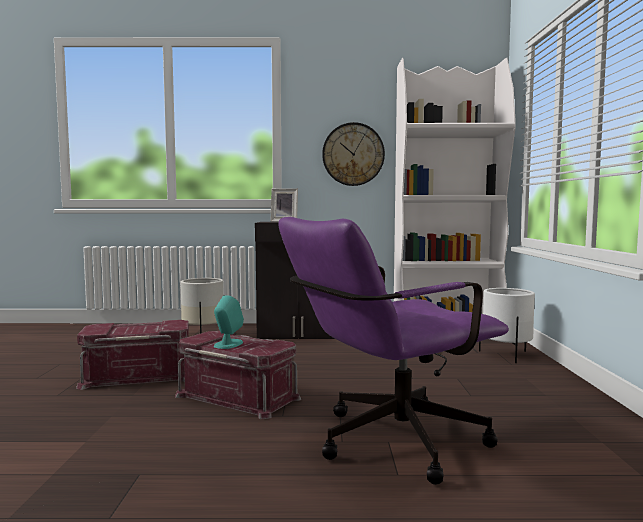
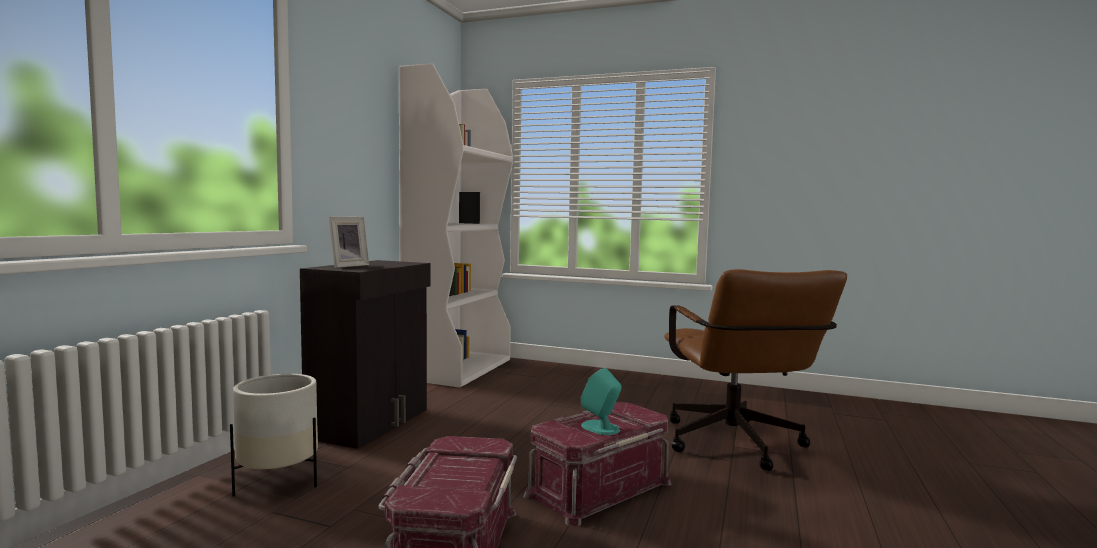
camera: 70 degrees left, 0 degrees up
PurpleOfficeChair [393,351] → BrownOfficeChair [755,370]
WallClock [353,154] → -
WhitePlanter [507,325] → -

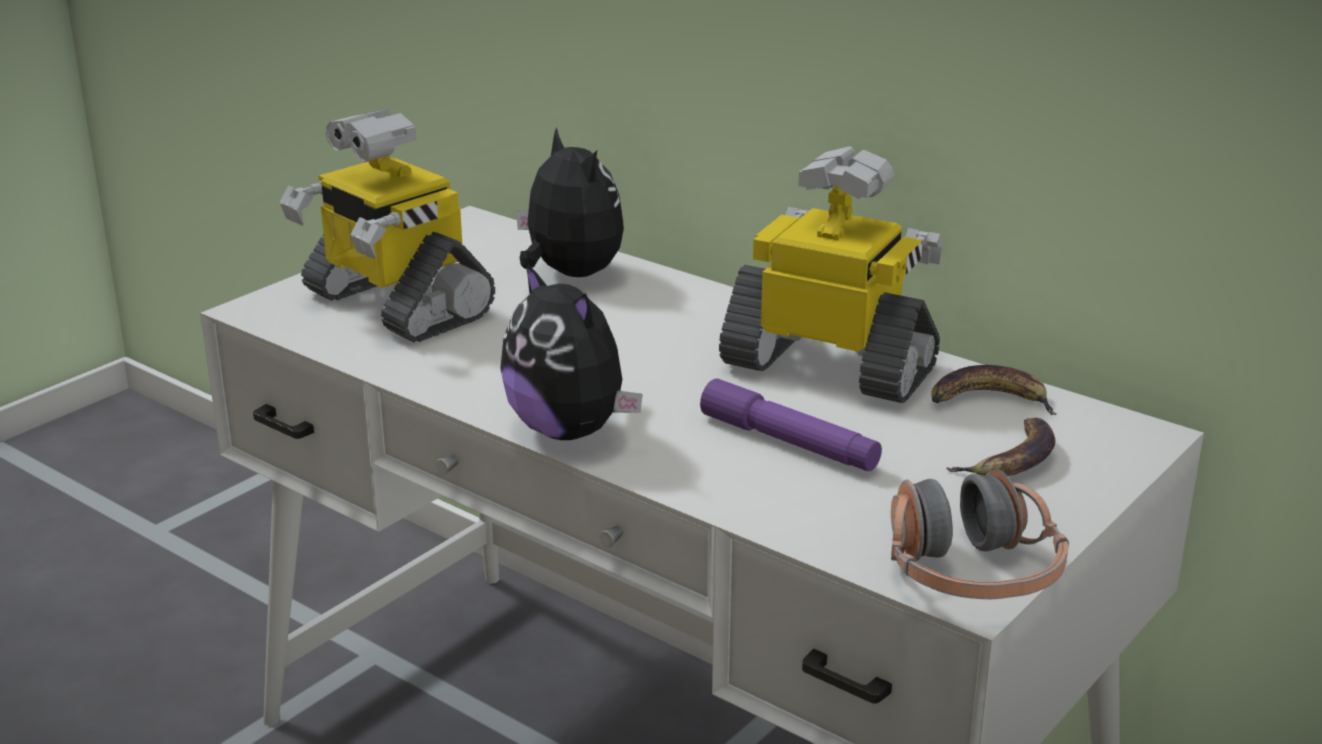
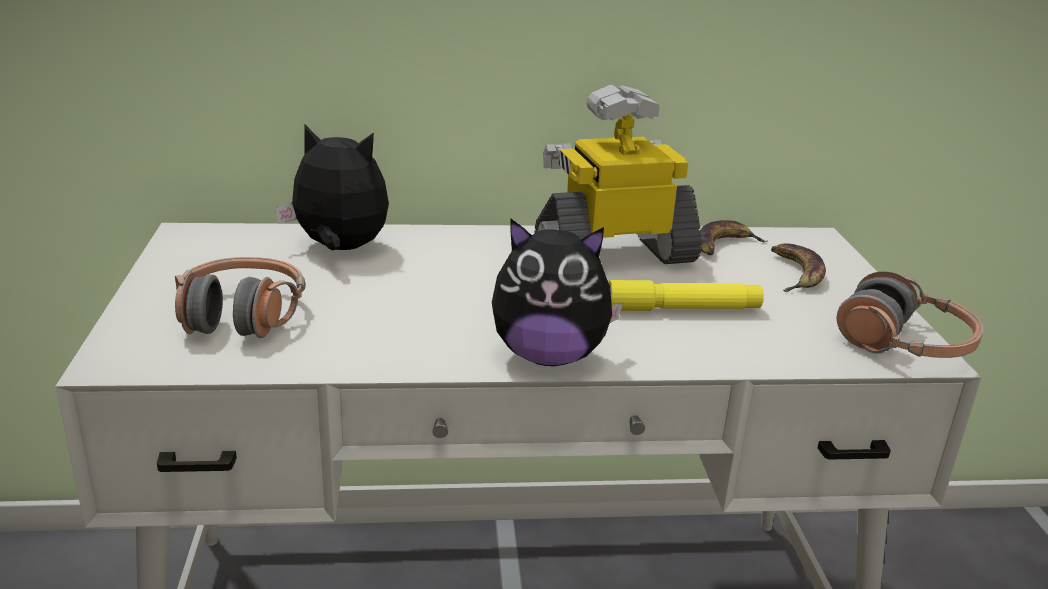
camera: 45 degrees left, 0 degrees up
ToyRobot [387,226] → Headphones [240,297]
PurpleFlashlight [791,425] → YellowFlashlight [686,295]

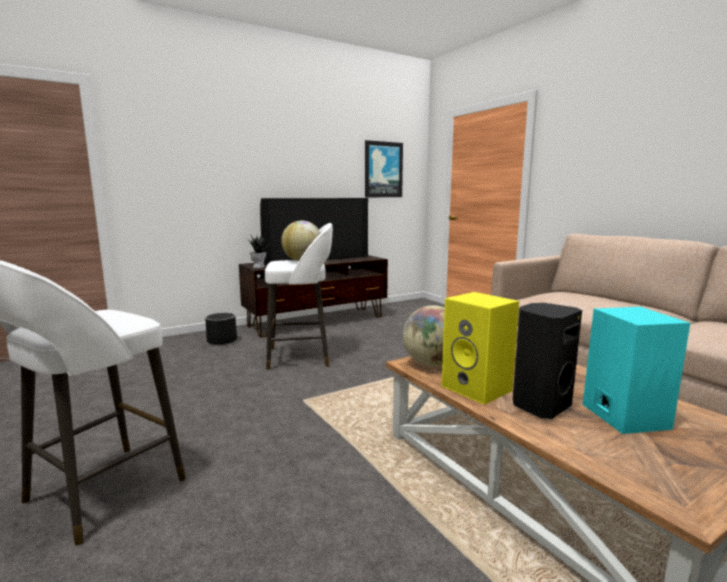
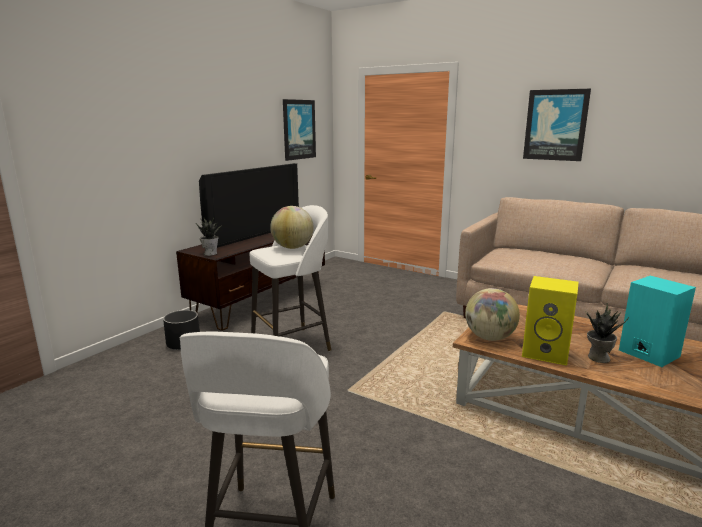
camera: 25 degrees left, 5 degrees up
- → Picture [557,125]
BlackSpeaker [547,361] → PottedPlant [607,333]

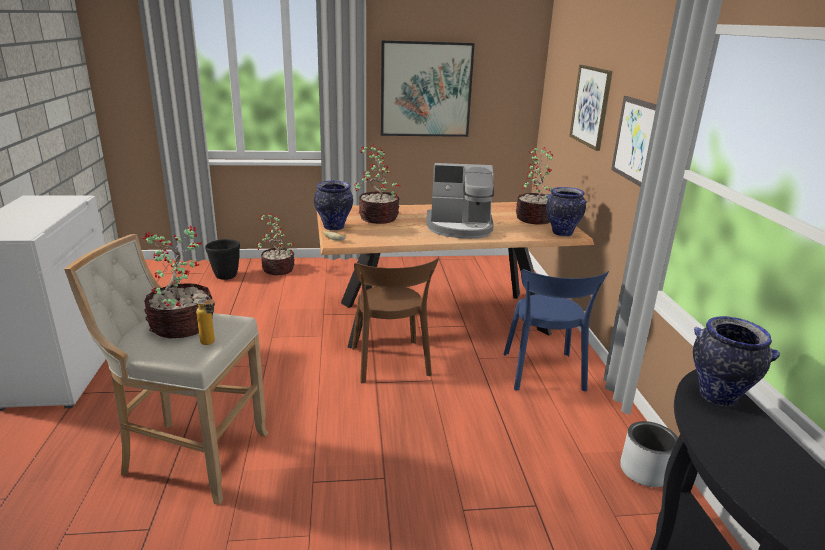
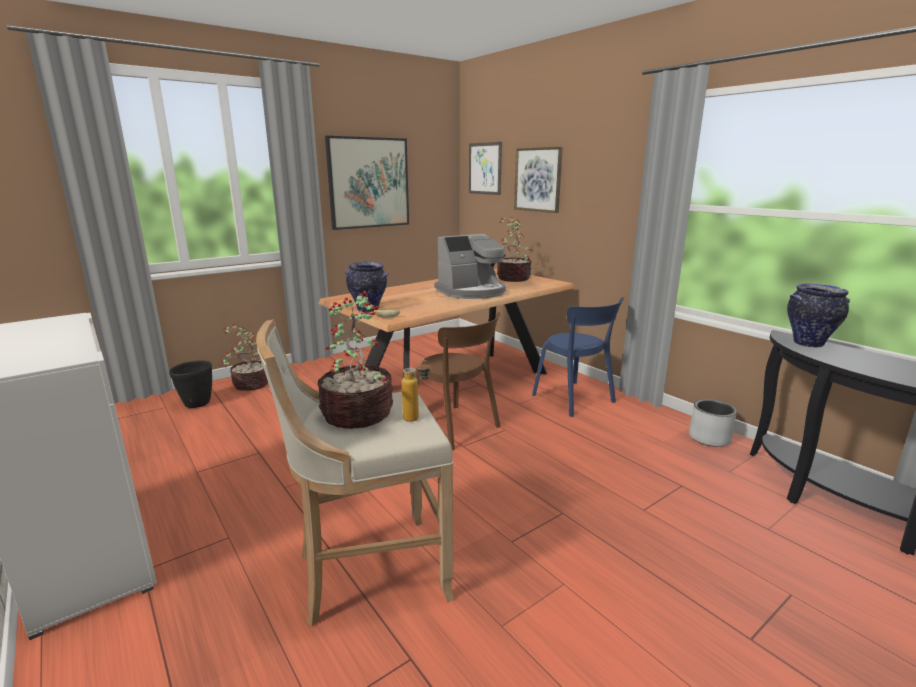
camera: 30 degrees left, 5 degrees down
Picture [633,141] → Picture [485,168], moved
PottedPlant [377,184] → -
Vase [566,212] → -

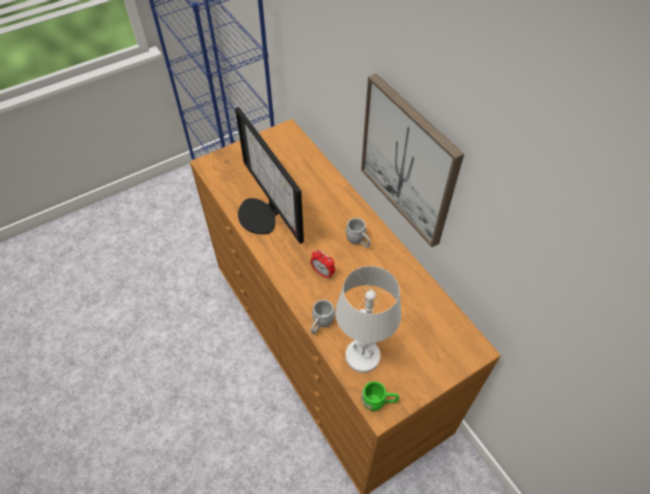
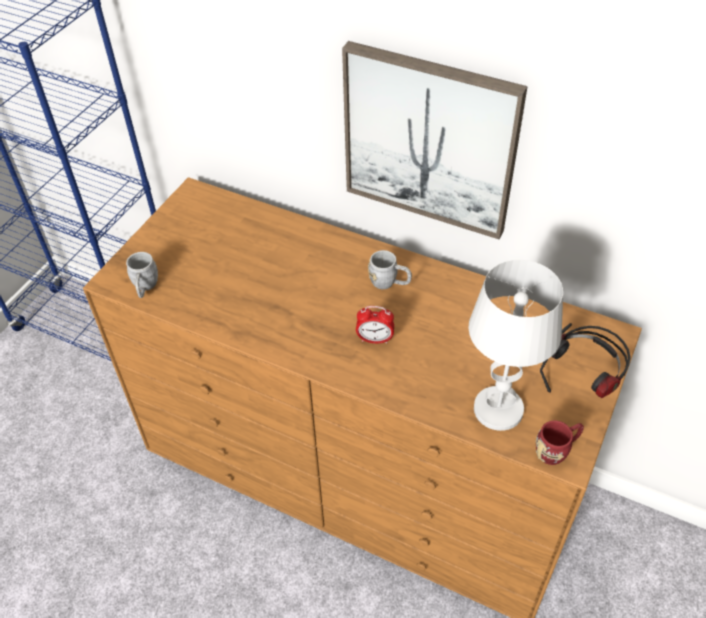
camera: 30 degrees left, 5 degrees down
GreyMug [323,317] → GreyMug [142,275], moved
GreenMug [380,396] → RedMug [560,442]
- → Headphones [585,360]
Monitor [269,175] → -

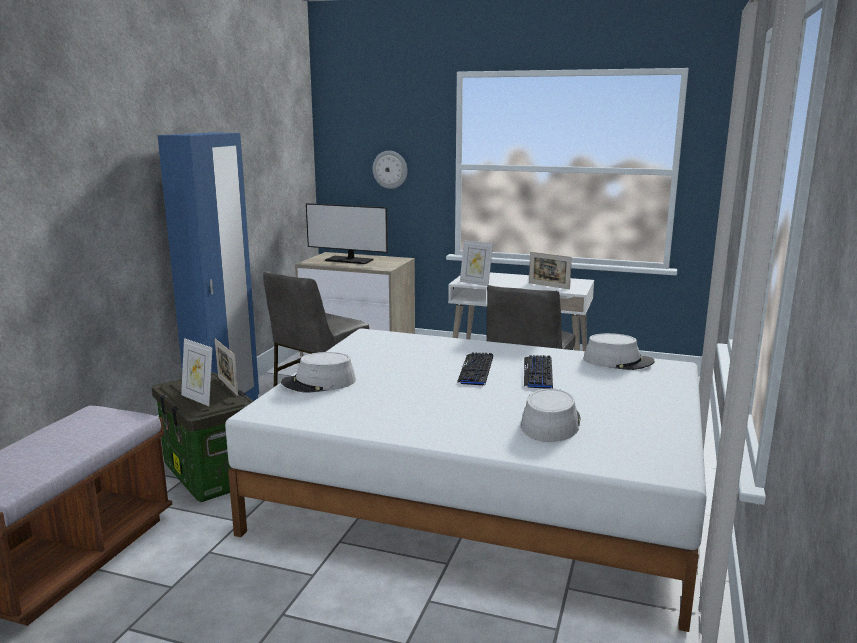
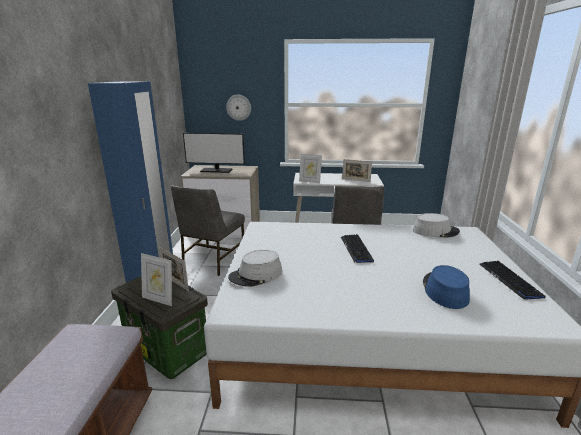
camera: 15 degrees left, 5 degrees up
GreyHat [551,415] → BlueHat [446,287]
Keyboard [538,372] → Keyboard [512,280], moved

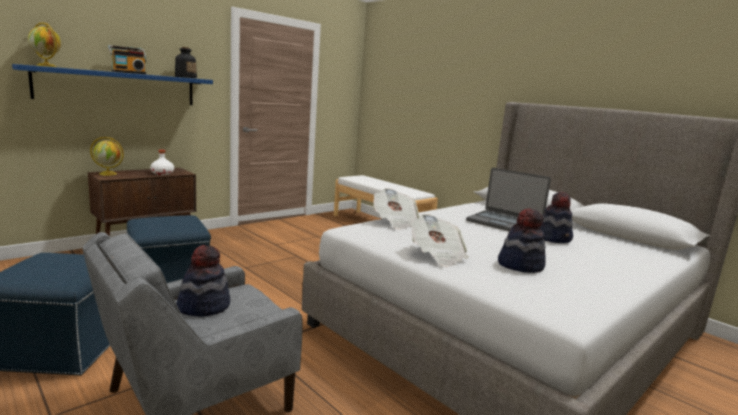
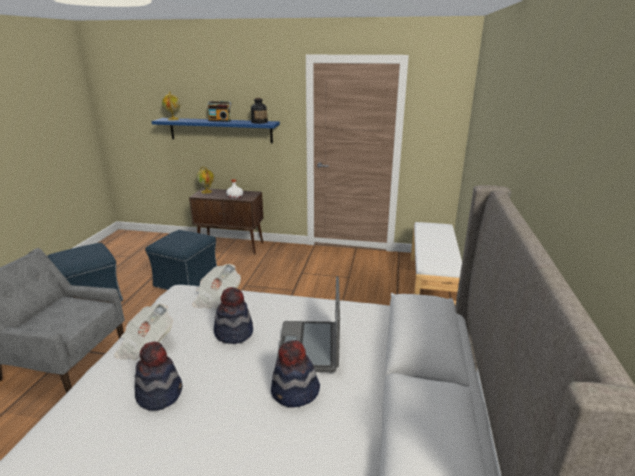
camera: 55 degrees right, 10 degrees up
Hat [203,281] → Hat [233,315], moved

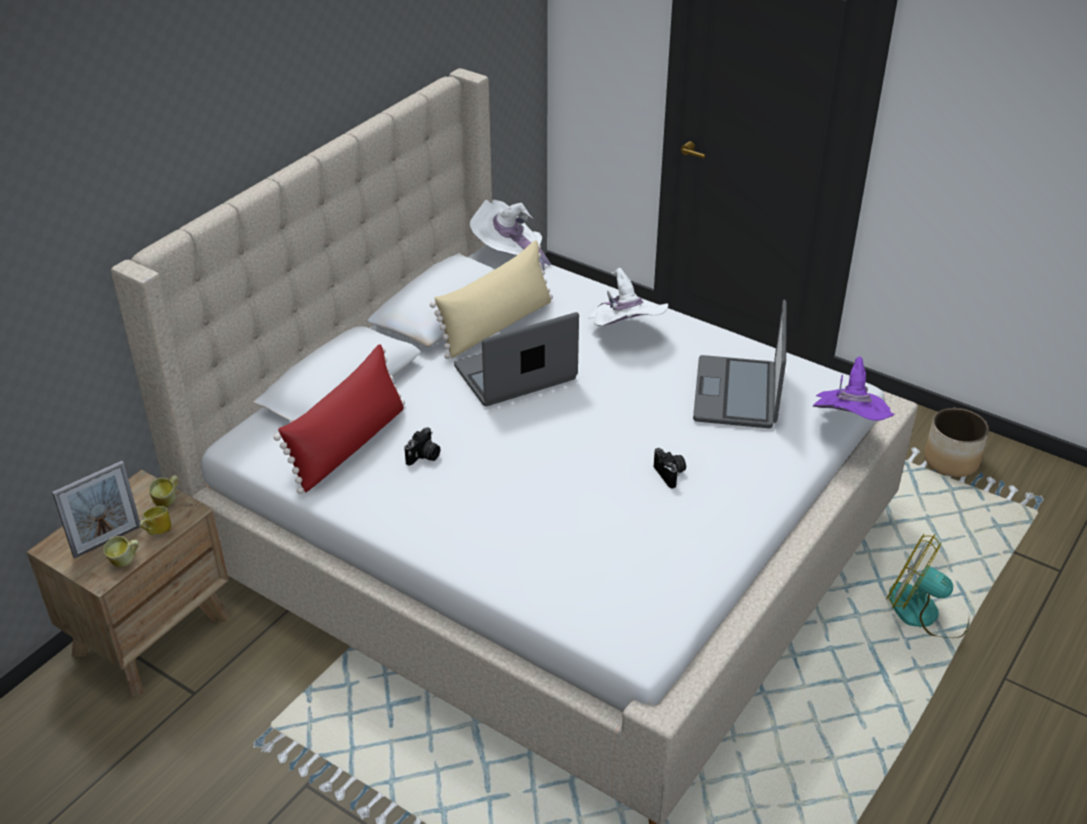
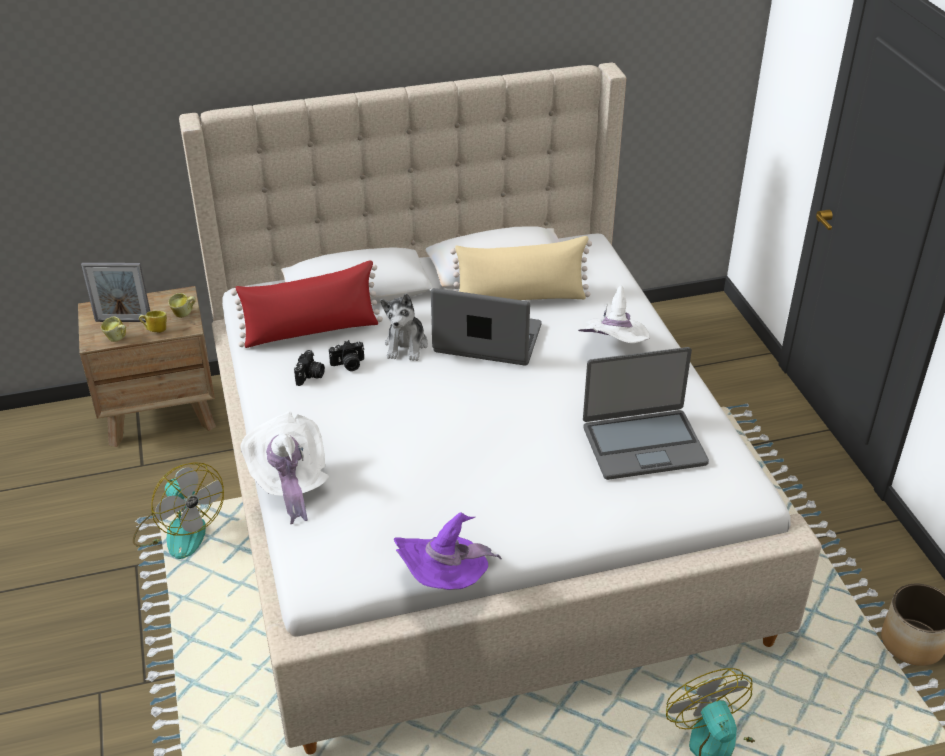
camera: 40 degrees right, 0 degrees up
- → Fan [178,510]
WhiteHat [510,235] → WhiteHat [284,467], moved
PhotoCamera [670,468] → PhotoCamera [309,368], moved
- → PlushToy [404,327]
PurpleHat [853,388] → PurpleHat [448,551], moved
Laptop [740,363] → Laptop [646,413], 150 degrees counterclockwise

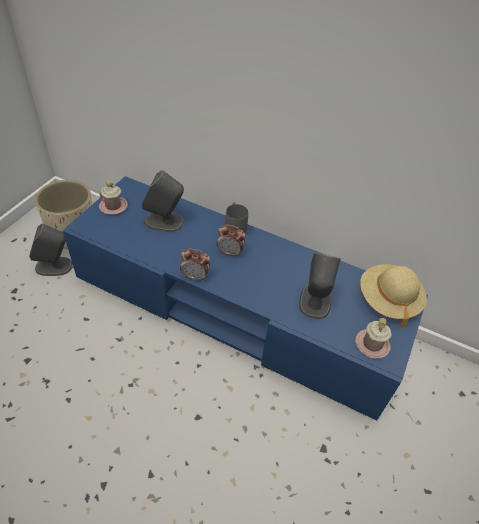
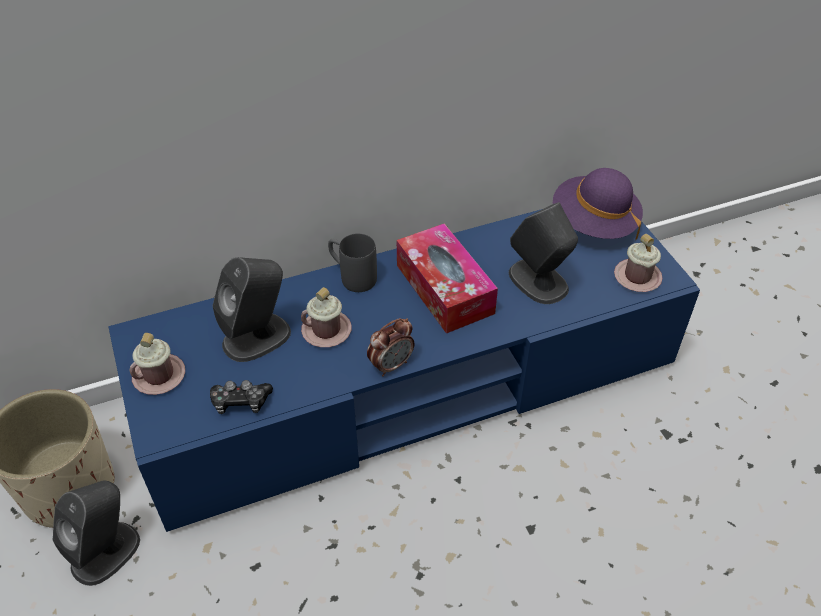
camera: 45 degrees left, 0 degrees up
- → GameController [241,397]
- → PinkMug [326,317]
- → TissueBox [447,278]
BeigeHat [393,296] → PurpleHat [598,204]
AlarmClock [231,241] → -

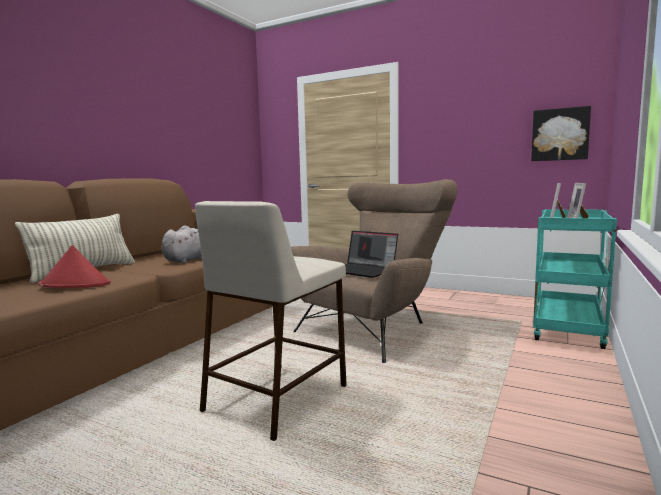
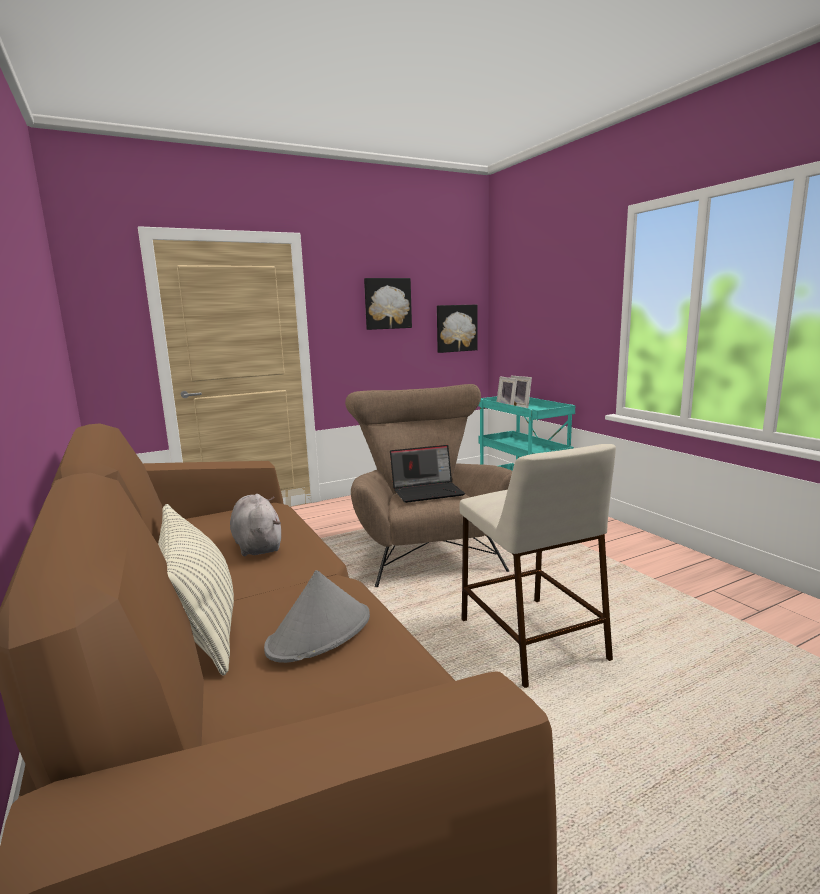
camera: 55 degrees left, 5 degrees up
RedHat [74,266] → GreyHat [317,616]
- → Picture [388,304]

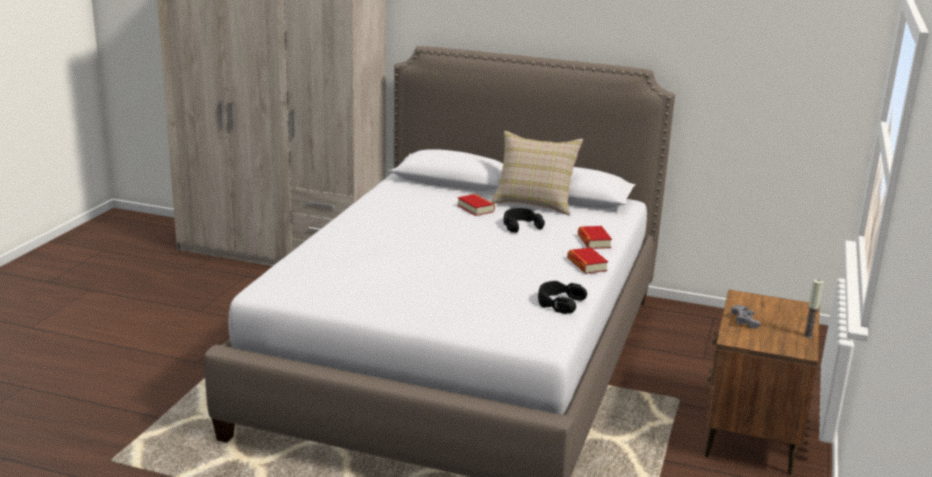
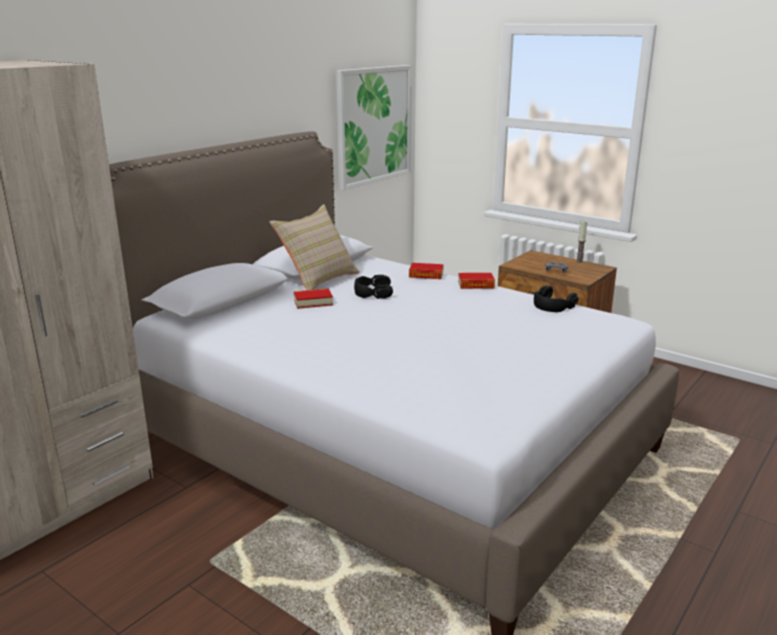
camera: 70 degrees left, 0 degrees up
- → Picture [374,127]

